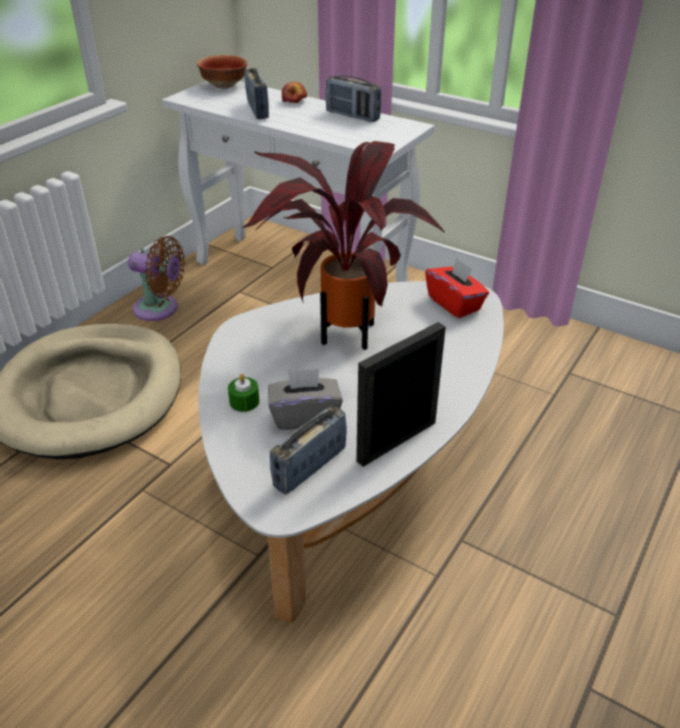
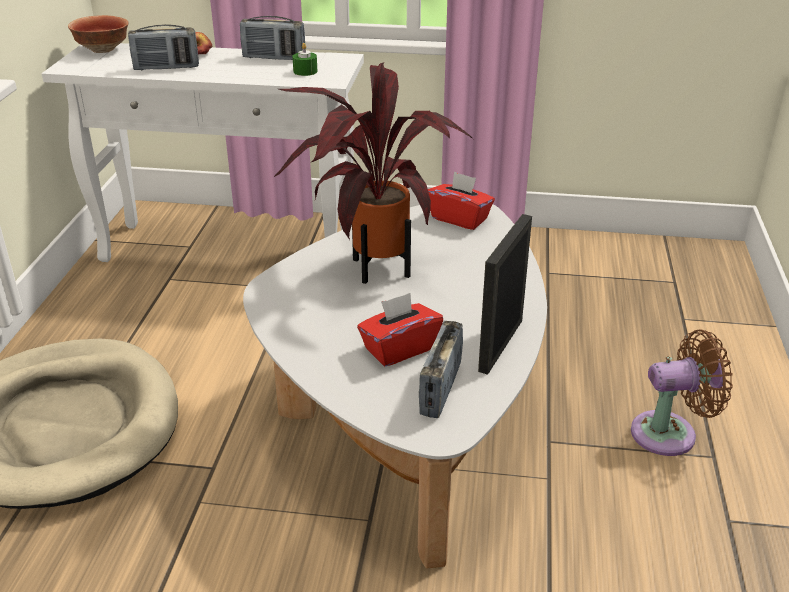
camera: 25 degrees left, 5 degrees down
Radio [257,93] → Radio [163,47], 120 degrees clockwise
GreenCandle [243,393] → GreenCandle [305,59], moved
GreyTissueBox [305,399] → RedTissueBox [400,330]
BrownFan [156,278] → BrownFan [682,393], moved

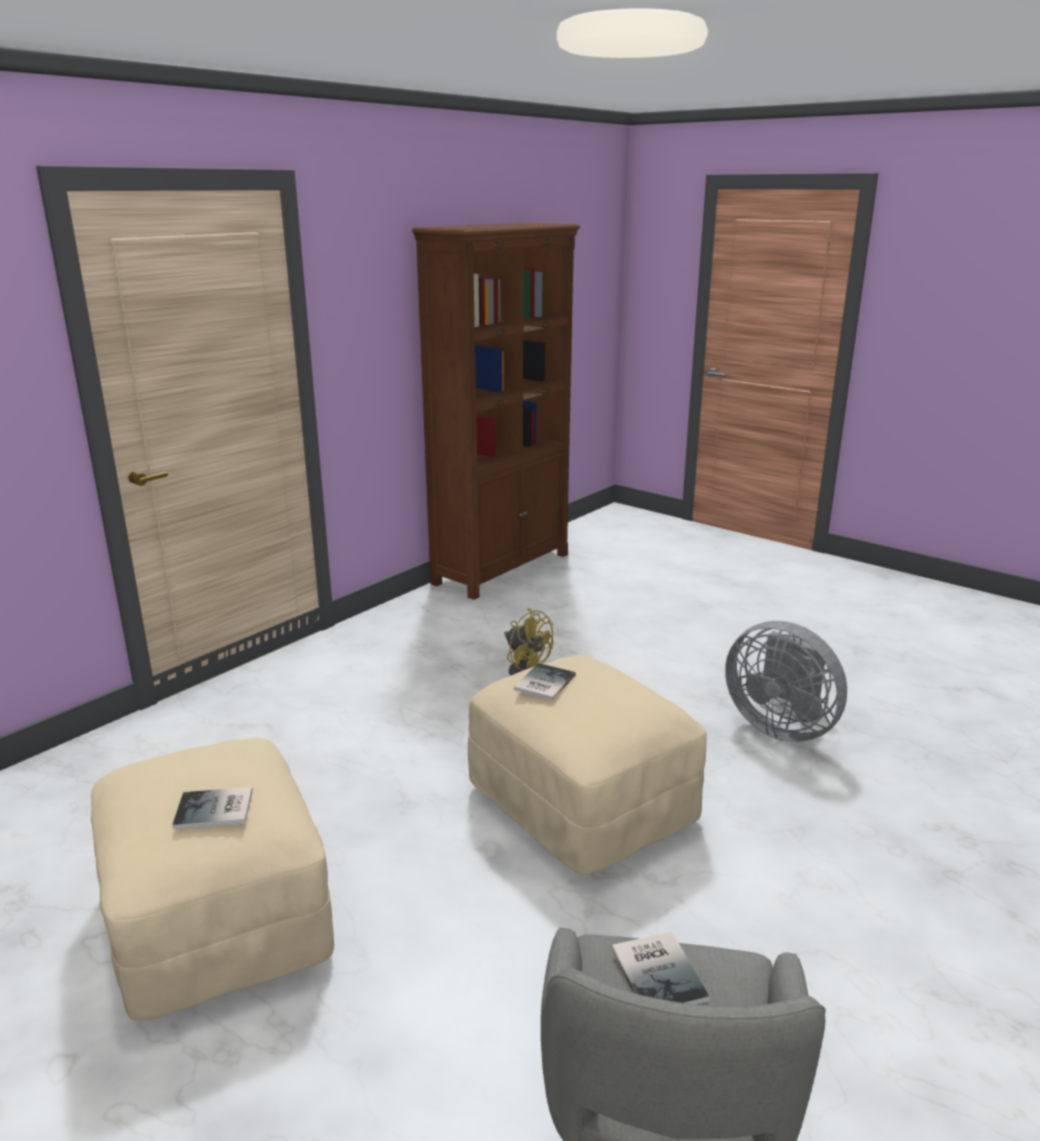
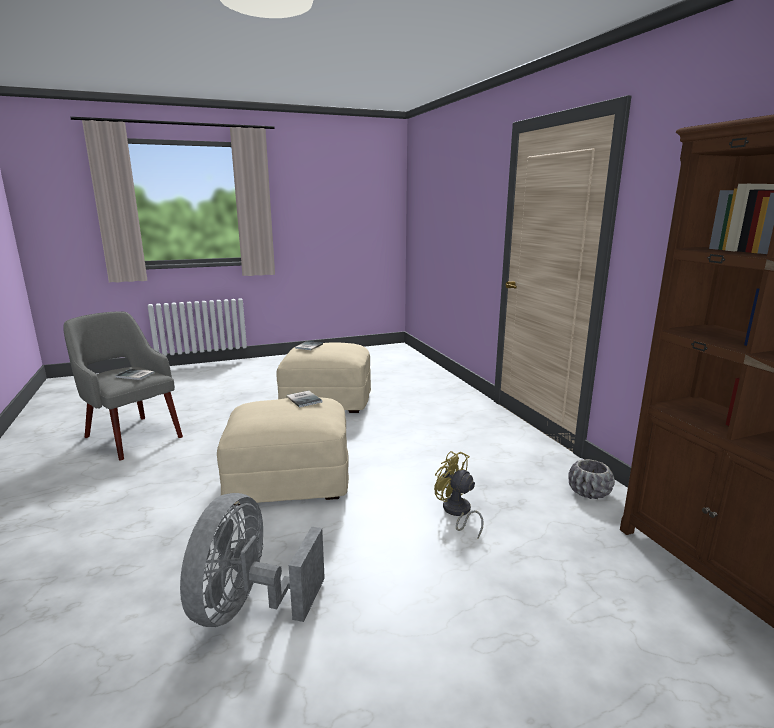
camera: 120 degrees right, 5 degrees down
GreyFan [786,681] → GreyFan [252,560], 60 degrees counterclockwise
YellowFan [528,642] → YellowFan [459,495], 60 degrees clockwise
- → GreyPlanter [591,479]

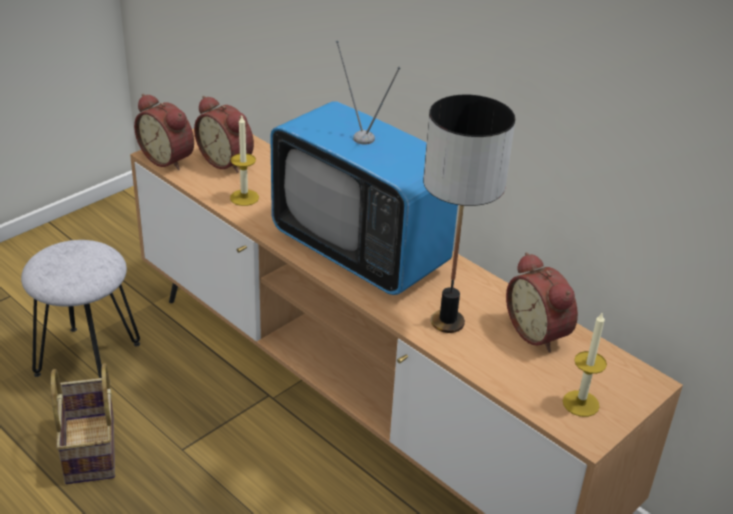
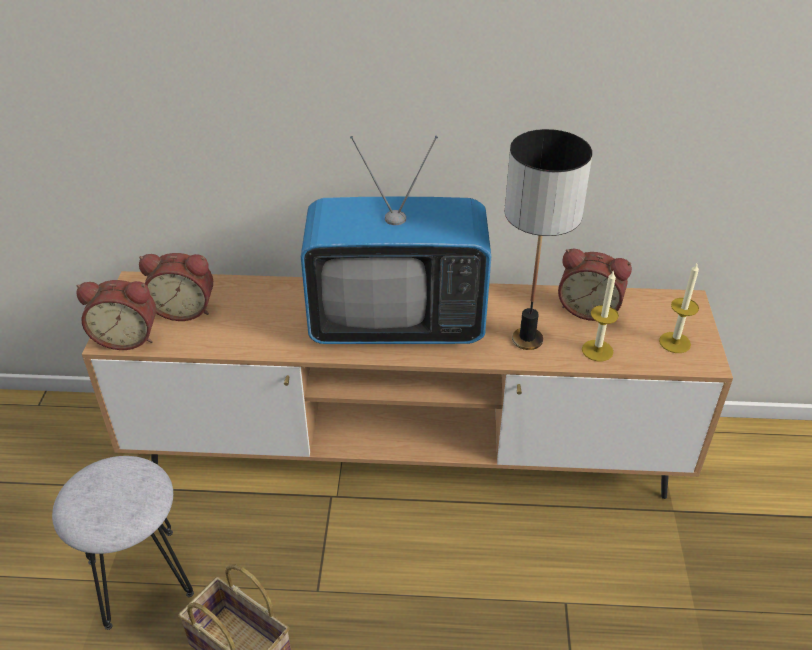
camera: 40 degrees left, 5 degrees up
Candle [244,160] → Candle [600,315], moved

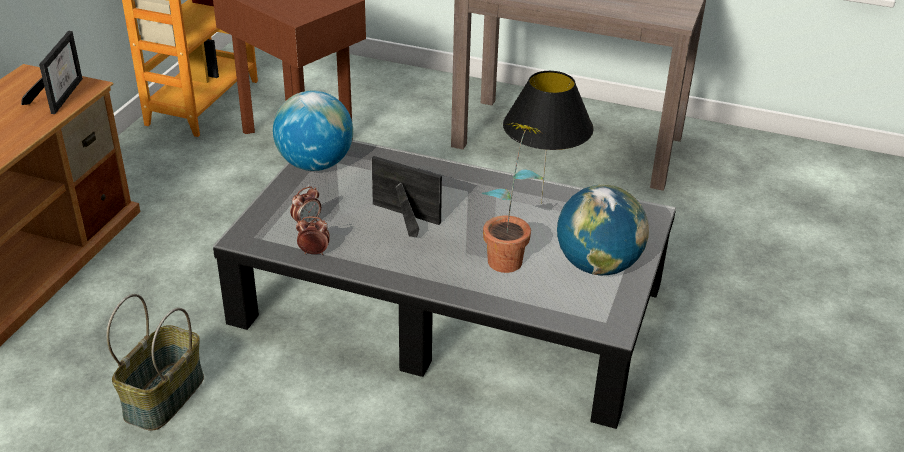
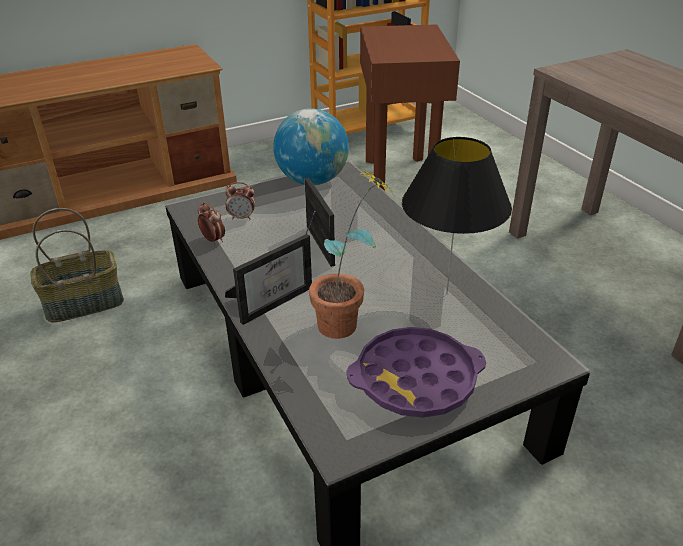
camera: 45 degrees right, 0 degrees up
PictureFrame [52,72] → PictureFrame [268,279], moved
Globe [603,229] → PurpleTray [416,372]

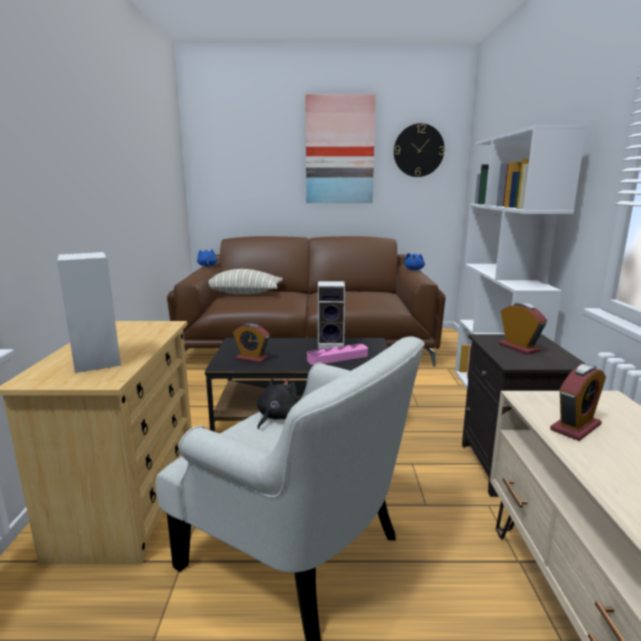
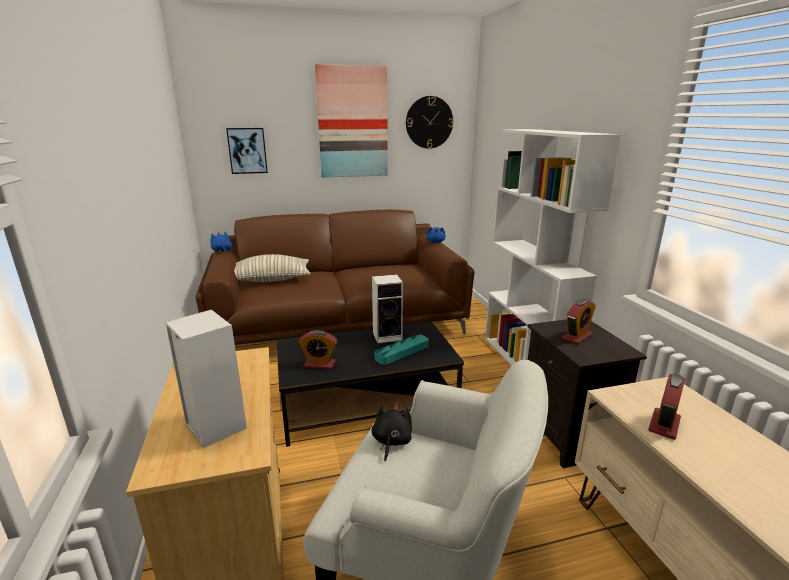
camera: 15 degrees left, 5 degrees up
- → Picture [247,151]
PinkTray [337,354] → TurquoiseTray [402,349]
AlarmClock [523,329] → AlarmClock [579,321], 90 degrees clockwise

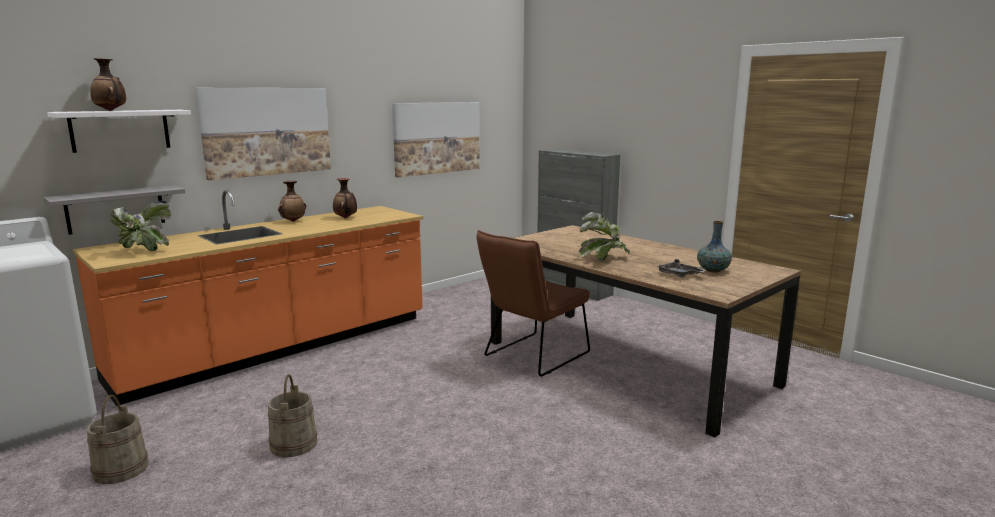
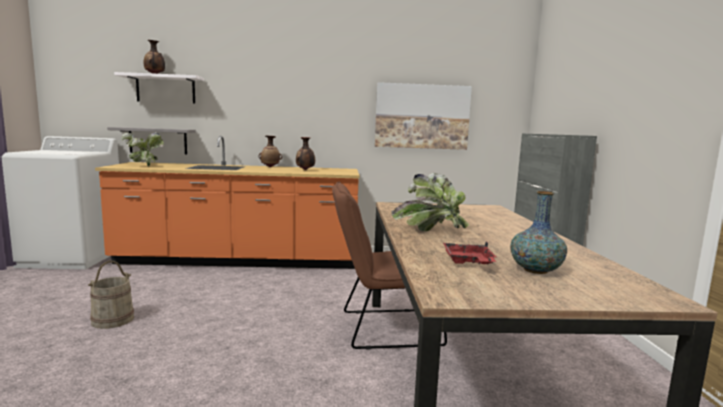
camera: 40 degrees right, 5 degrees down
GreyTray [681,268] → RedTray [470,253]
BeigeBucket [118,439] → -
Picture [263,134] → -

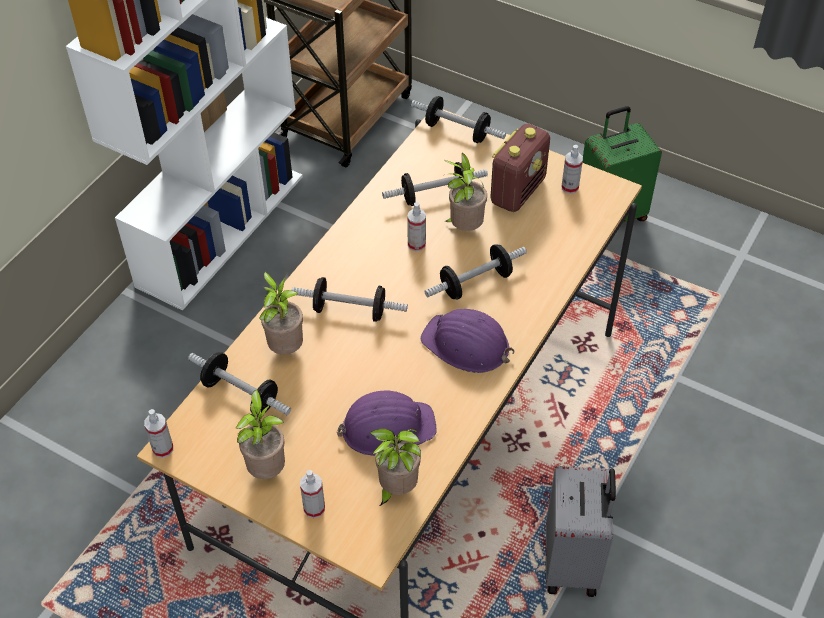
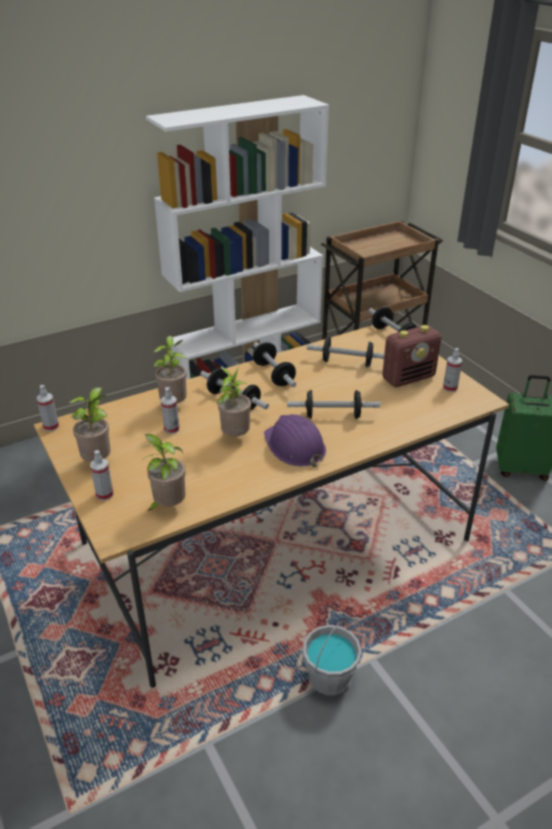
camera: 30 degrees right, 15 degrees down
SprayBottle [416,226] → SprayBottle [170,410], moved
PottedPlant [465,192] → PottedPlant [234,401], moved
Dumbbell [239,384] → Dumbbell [274,365], moved
GreySuitcase [581,531] → GreyBucket [332,658]
PurpleHardHat [386,423] → -

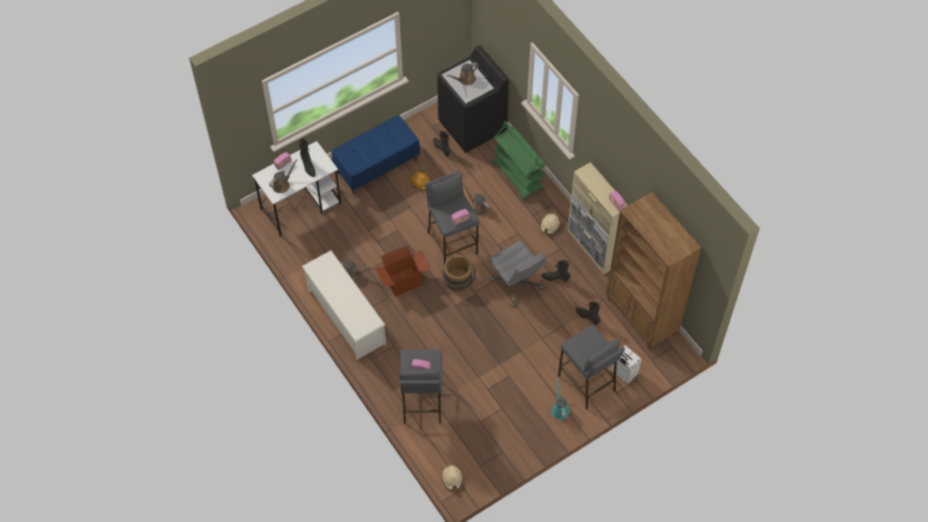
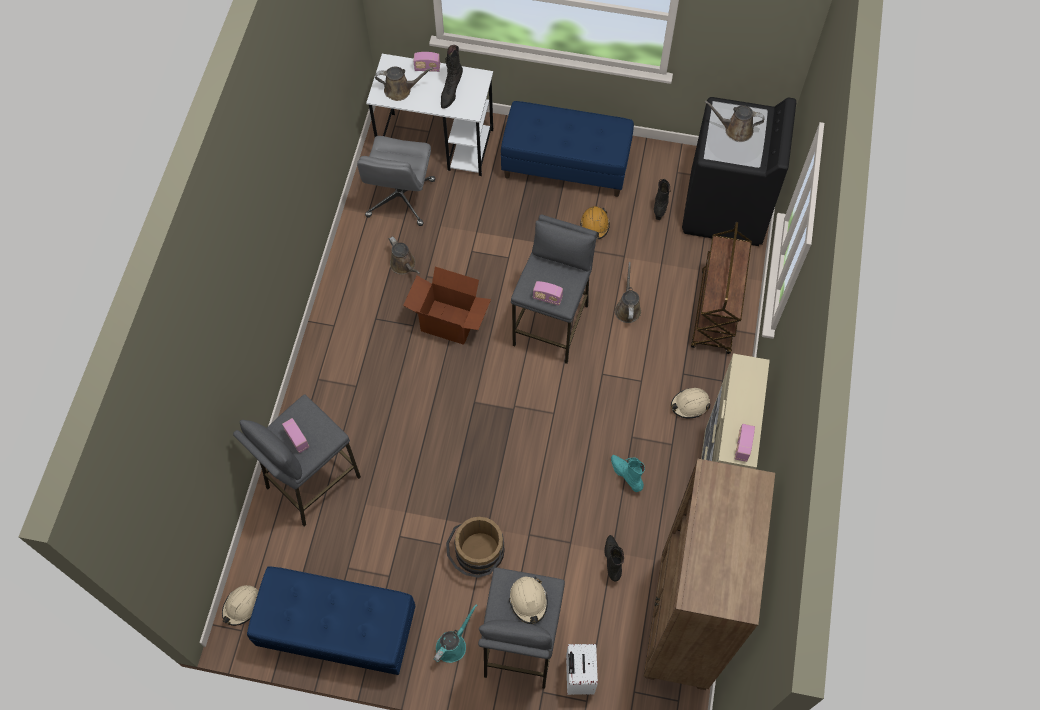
camera: 45 degrees right, 5 degrees up
- → BlueBench [331,620]
GreyOfficeChair [517,274] → GreyOfficeChair [396,181], moved
BrownBucket [459,273] → BrownBucket [475,547], moved
- → BeigeHardHat [528,600]
BlackBoot [556,271] → TurquoiseBoot [628,473]
GreenCart [518,161] → BrownCart [721,288]
WhiteShoeRack [344,305] → -

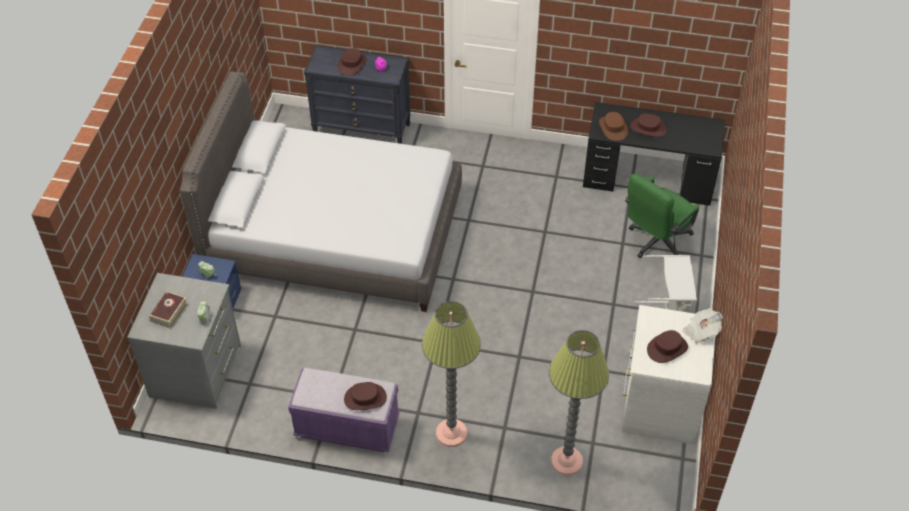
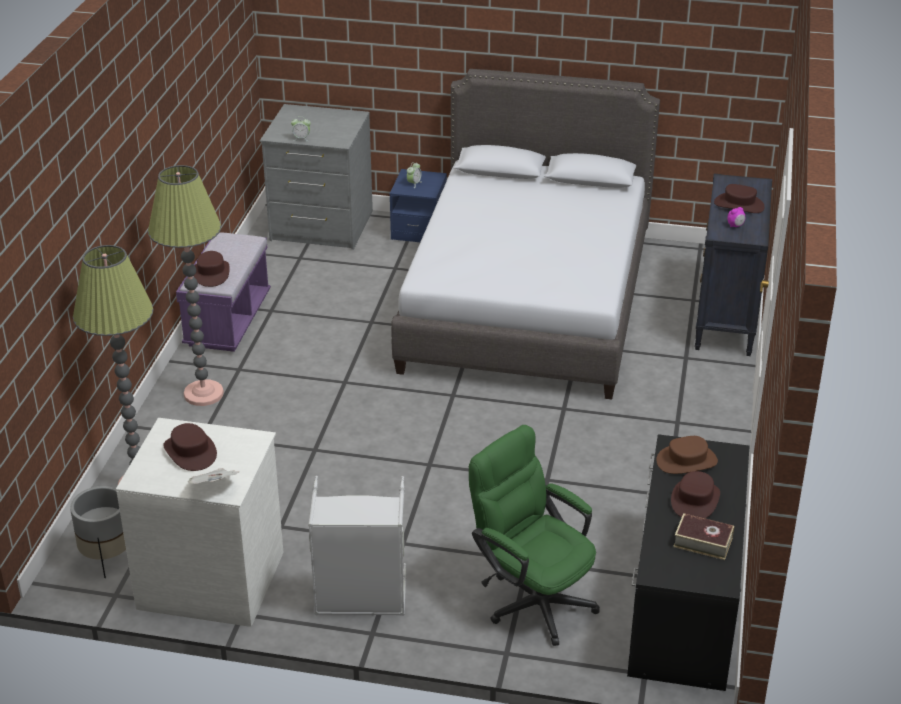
camera: 90 degrees right, 15 degrees down
- → GreyPlanter [98,532]
Book [168,310] → Book [703,536], moved

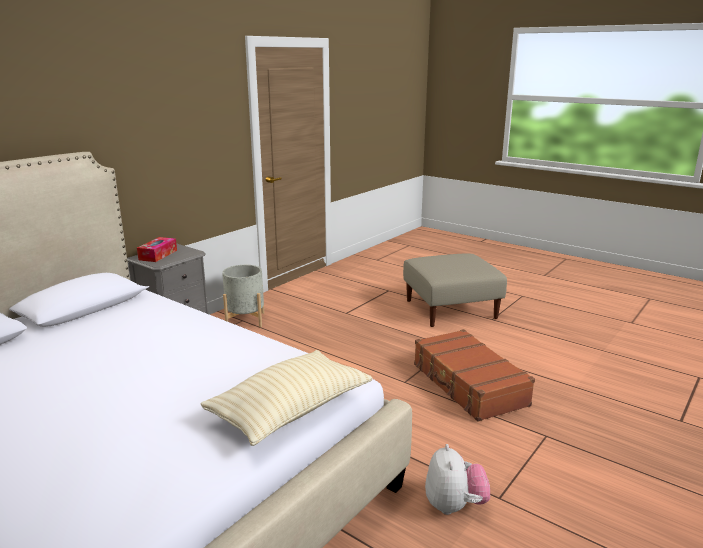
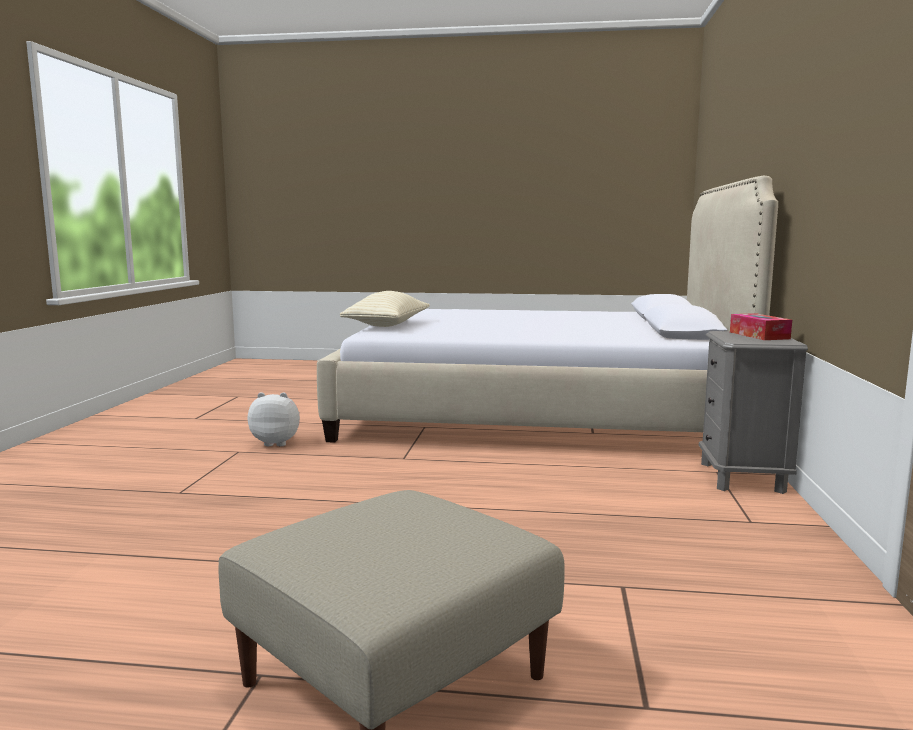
camera: 150 degrees right, 10 degrees down
PlushToy [457,479] → PlushToy [274,419], 120 degrees clockwise
GreyPlanter [243,296] → -
BrownSuitcase [474,375] → -

